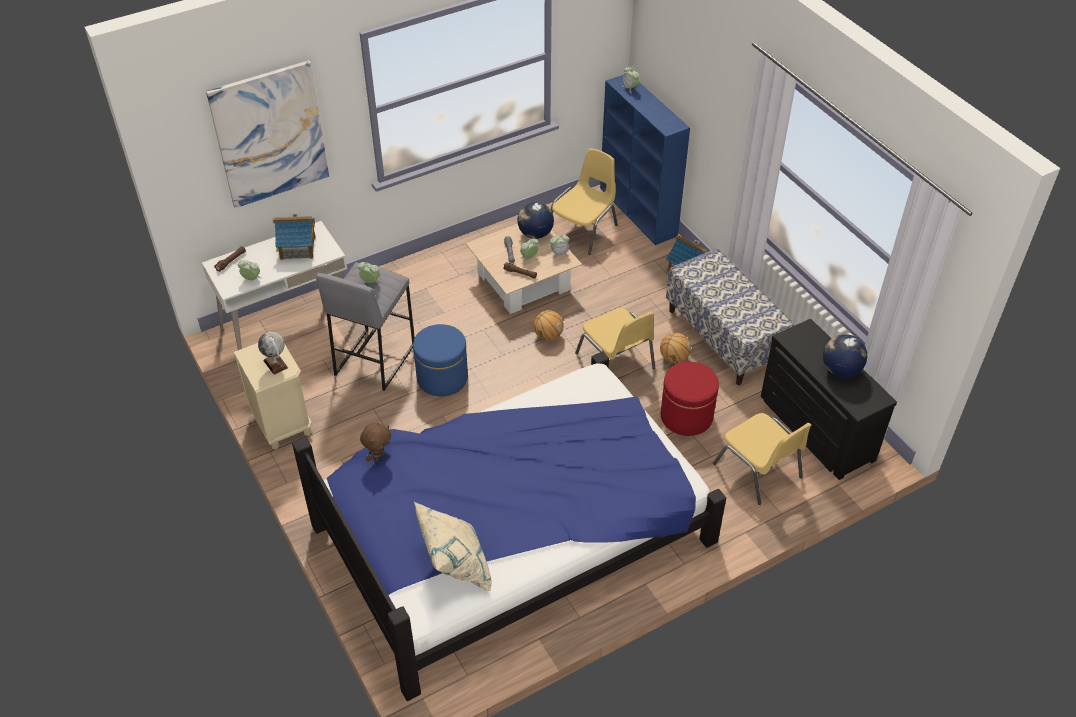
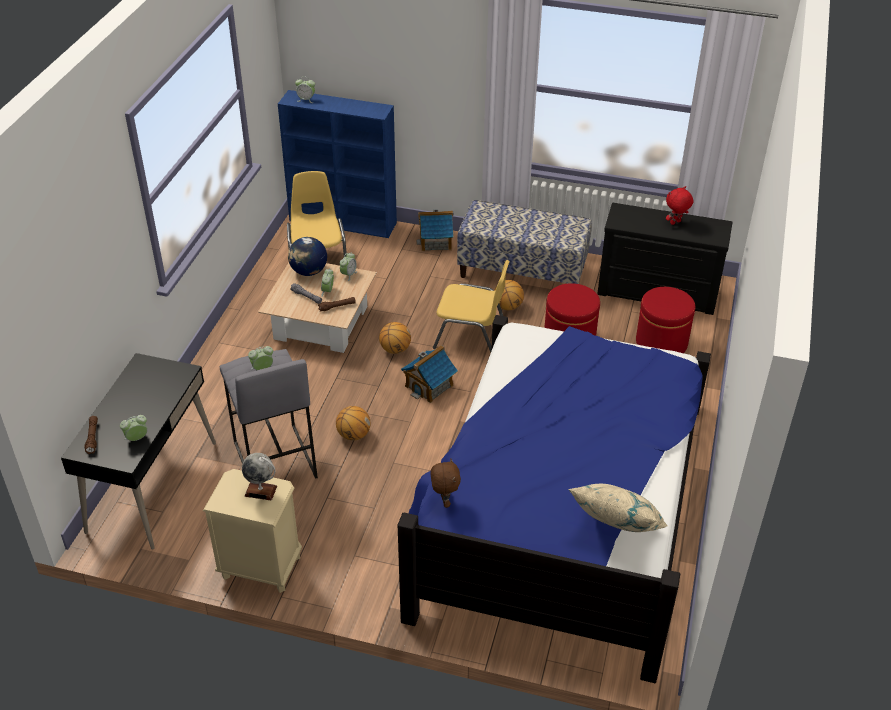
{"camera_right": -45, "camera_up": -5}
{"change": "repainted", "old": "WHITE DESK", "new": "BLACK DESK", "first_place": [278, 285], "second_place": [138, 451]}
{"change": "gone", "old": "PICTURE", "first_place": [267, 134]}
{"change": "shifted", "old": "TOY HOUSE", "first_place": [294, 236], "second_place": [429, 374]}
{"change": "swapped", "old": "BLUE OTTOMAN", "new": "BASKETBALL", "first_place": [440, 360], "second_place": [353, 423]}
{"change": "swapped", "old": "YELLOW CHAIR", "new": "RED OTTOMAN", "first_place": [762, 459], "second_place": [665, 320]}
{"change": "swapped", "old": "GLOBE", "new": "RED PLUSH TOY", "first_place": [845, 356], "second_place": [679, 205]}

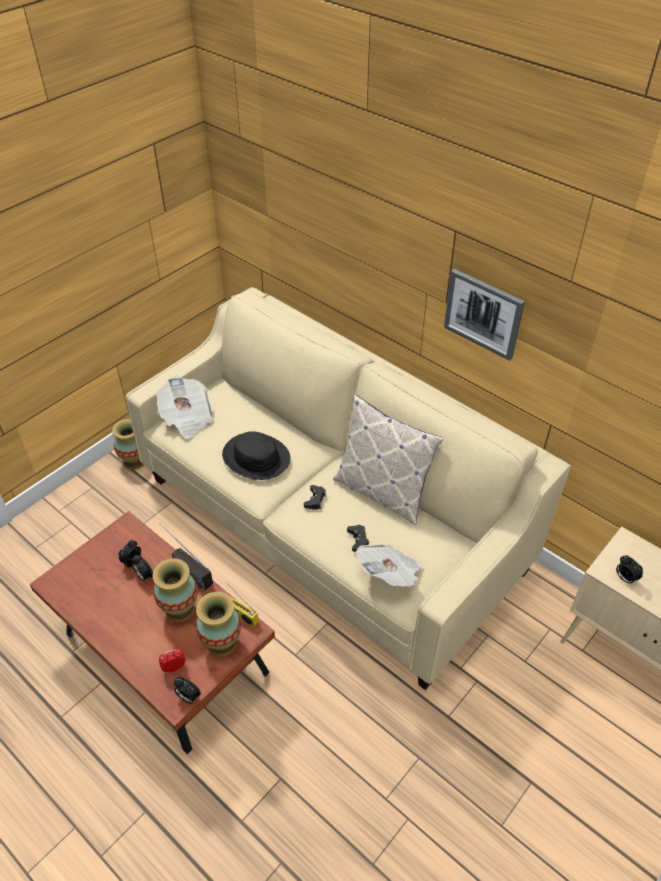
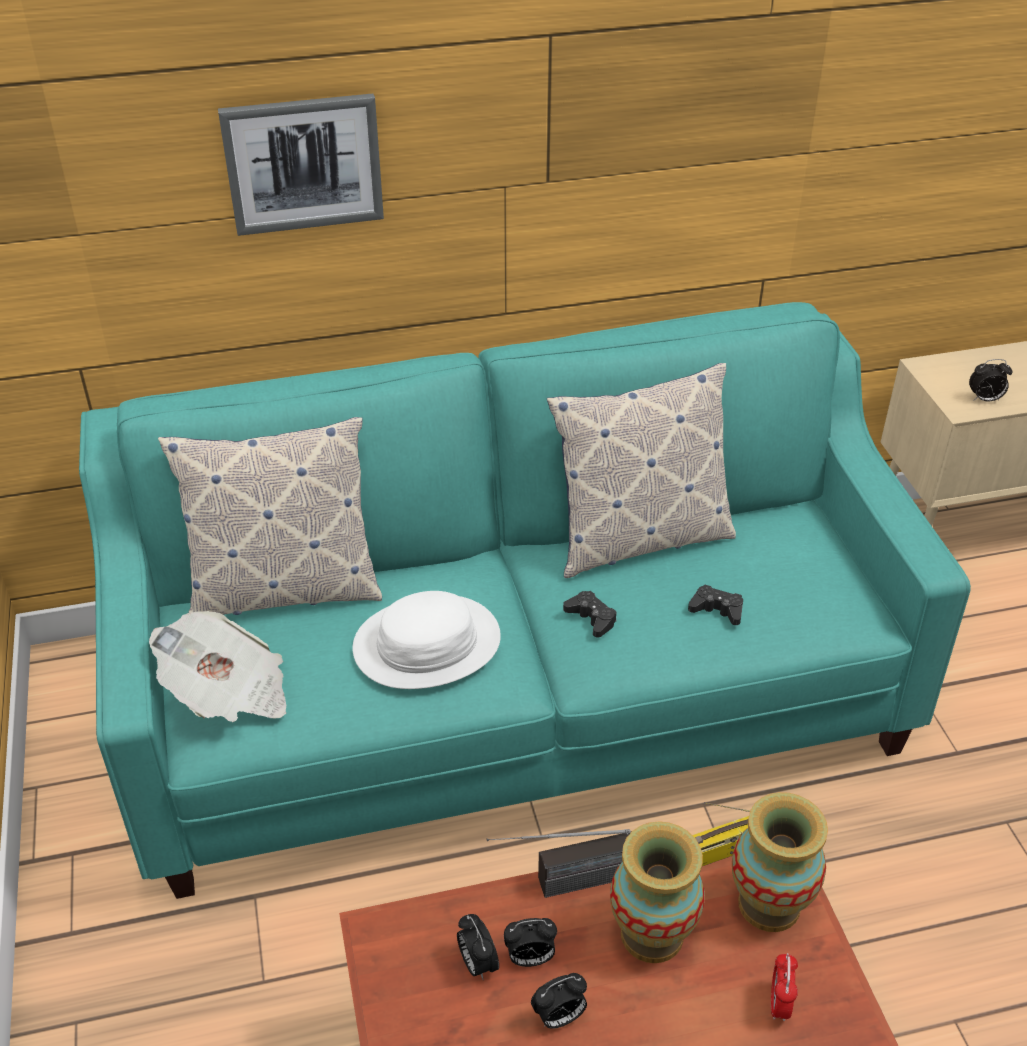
{"camera_right": -55, "camera_up": -5}
{"change": "gone", "old": "VASE", "first_place": [127, 444]}
{"change": "repainted", "old": "BEIGE SOFA", "new": "TURQUOISE SOFA", "first_place": [348, 488], "second_place": [525, 600]}
{"change": "shifted", "old": "ALARM CLOCK", "first_place": [187, 690], "second_place": [559, 1001]}
{"change": "repainted", "old": "BLACK HAT", "new": "WHITE HAT", "first_place": [256, 455], "second_place": [426, 640]}
{"change": "gone", "old": "NEWSPAPER", "first_place": [389, 565]}
{"change": "shifted", "old": "PICTURE", "first_place": [484, 315], "second_place": [301, 165]}
{"change": "new", "new": "PILLOW", "second_place": [270, 516]}

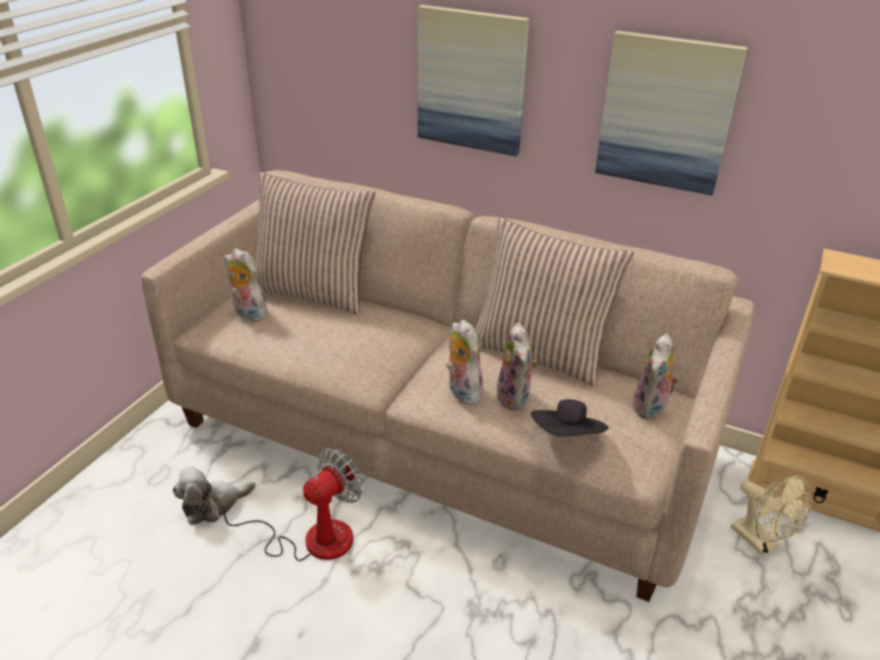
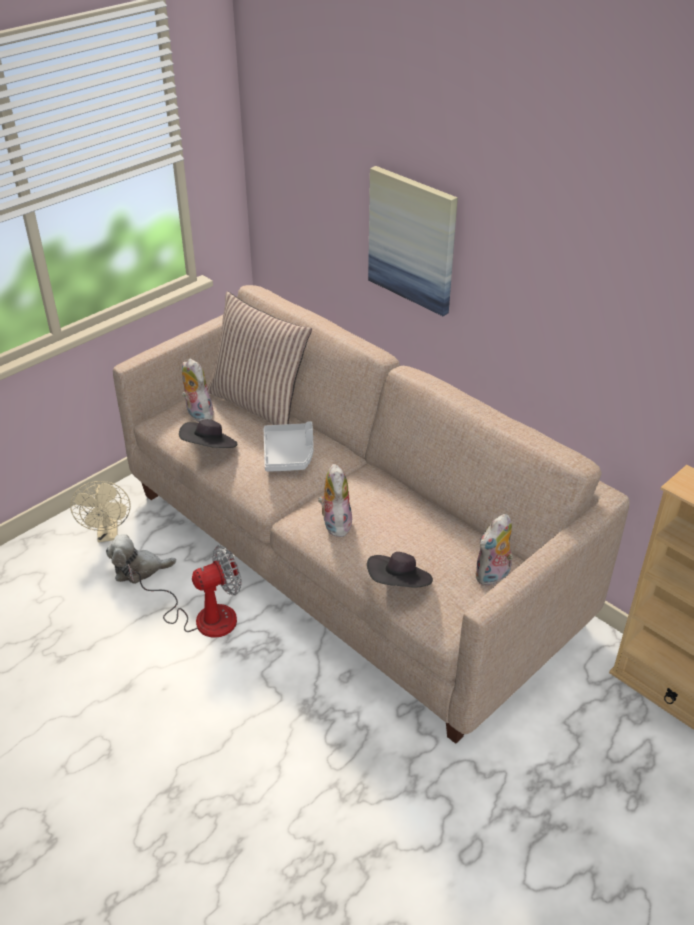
{"camera_right": 20, "camera_up": 5}
{"change": "gone", "old": "PILLOW", "first_place": [555, 302]}
{"change": "gone", "old": "PLUSH TOY", "first_place": [516, 366]}
{"change": "gone", "old": "PICTURE", "first_place": [671, 113]}
{"change": "shifted", "old": "BEIGE FAN", "first_place": [771, 516], "second_place": [100, 511]}
{"change": "new", "new": "BLACK HAT", "second_place": [208, 433]}
{"change": "new", "new": "GREY TRAY", "second_place": [289, 446]}

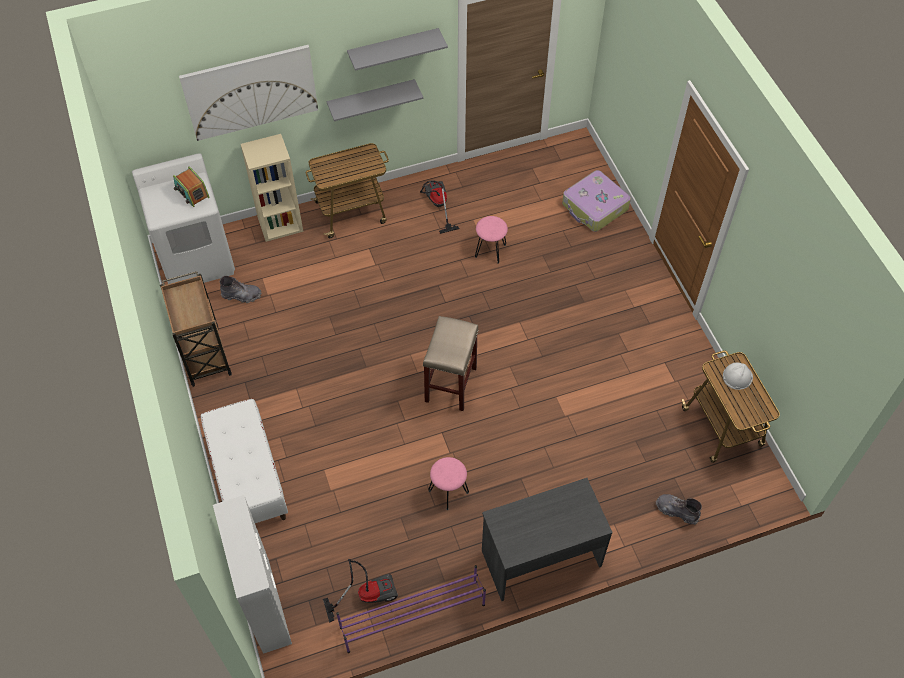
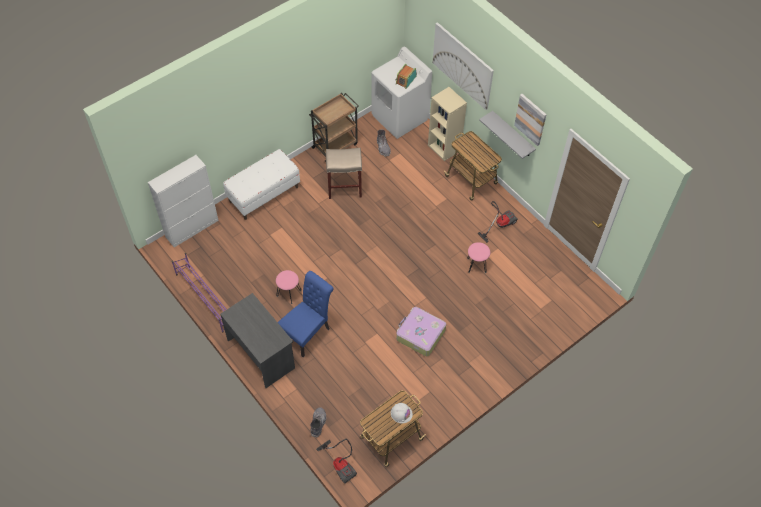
{"camera_right": 70, "camera_up": 0}
{"change": "shifted", "old": "VACUUM CLEANER", "first_place": [360, 591], "second_place": [336, 461]}
{"change": "swapped", "old": "GREY SHELF", "new": "PICTURE", "first_place": [397, 49], "second_place": [530, 120]}
{"change": "shifted", "old": "BEIGE STOOL", "first_place": [451, 363], "second_place": [344, 173]}
{"change": "shifted", "old": "SUITCASE", "first_place": [596, 201], "second_place": [421, 331]}
{"change": "new", "new": "BLUE CHAIR", "second_place": [306, 314]}

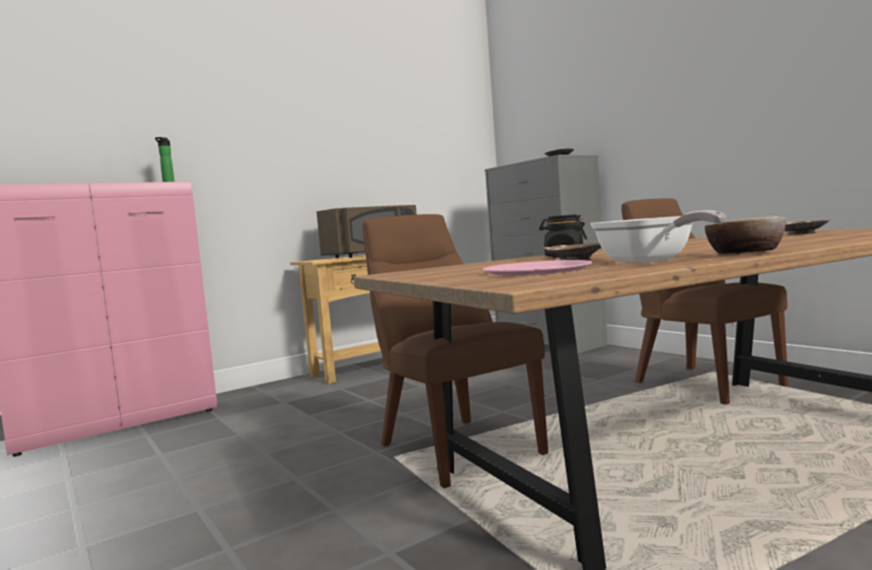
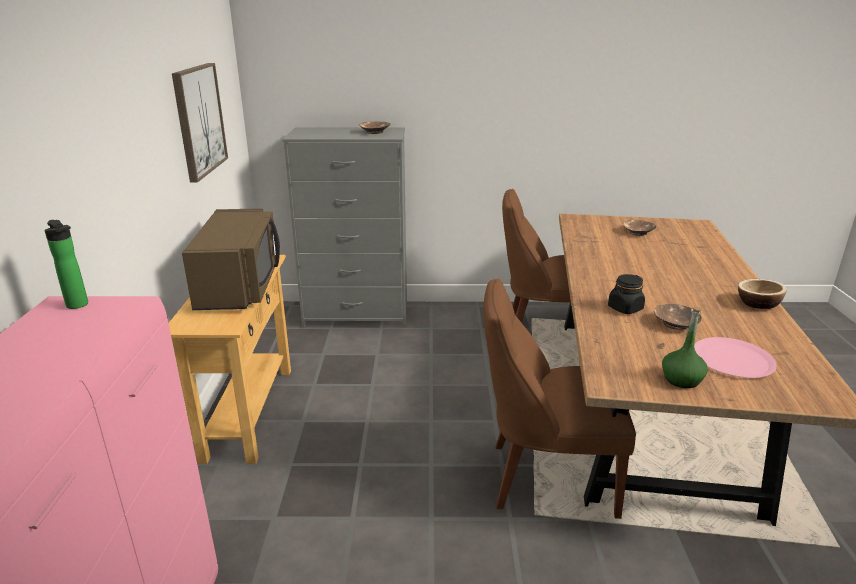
{"camera_right": -55, "camera_up": 20}
{"change": "gone", "old": "FRYING PAN", "first_place": [658, 236]}
{"change": "new", "new": "PICTURE", "second_place": [200, 122]}
{"change": "new", "new": "GREEN BOTTLE", "second_place": [685, 347]}

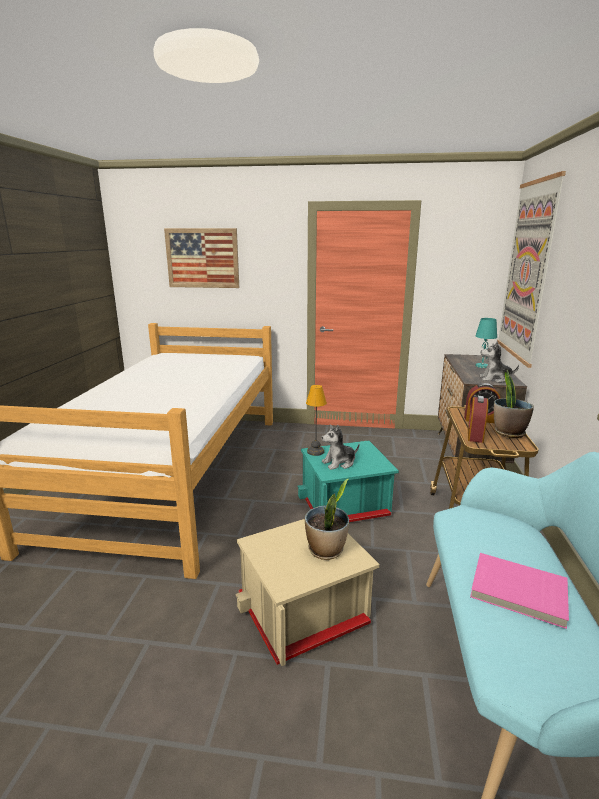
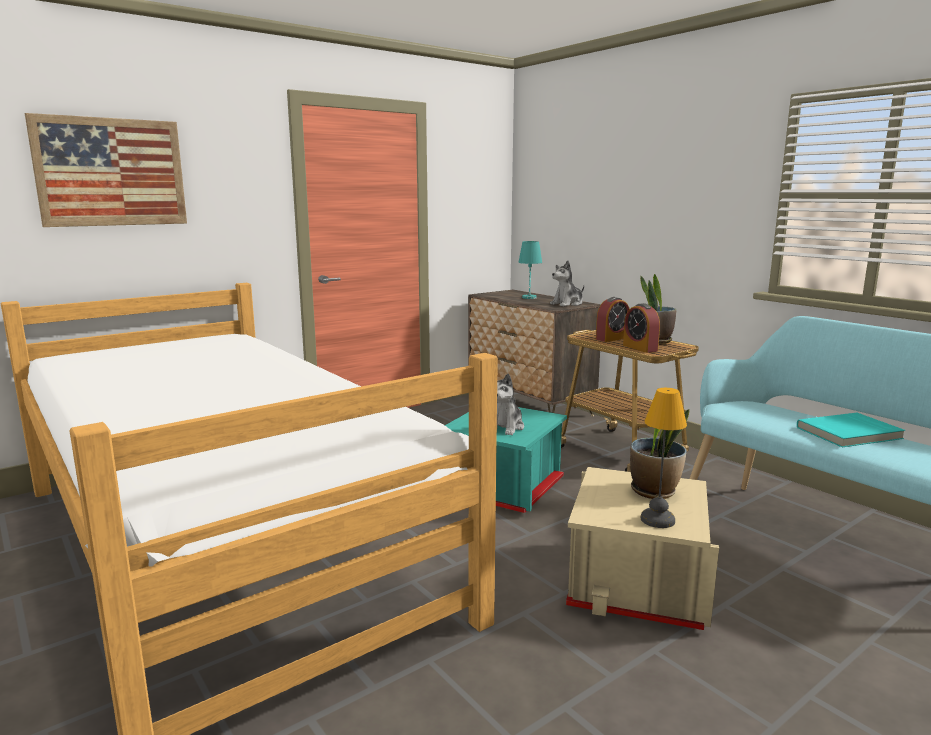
{"camera_right": -45, "camera_up": -5}
{"change": "shifted", "old": "TABLE LAMP", "first_place": [316, 420], "second_place": [664, 458]}
{"change": "repainted", "old": "PINK BOOK", "new": "TURQUOISE BOOK", "first_place": [519, 591], "second_place": [851, 430]}
{"change": "gone", "old": "PICTURE", "first_place": [531, 269]}

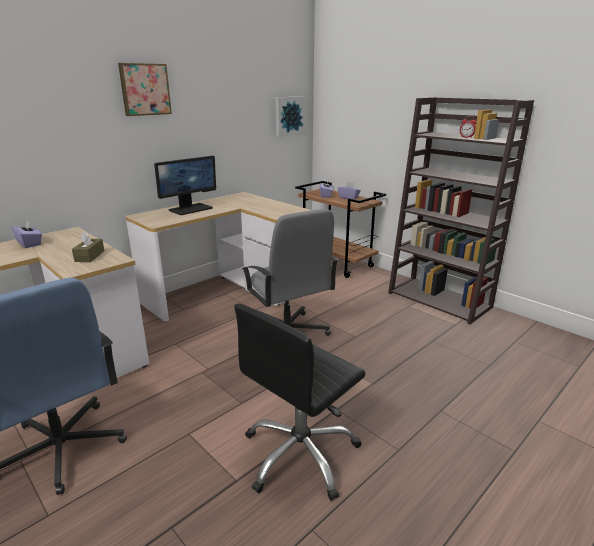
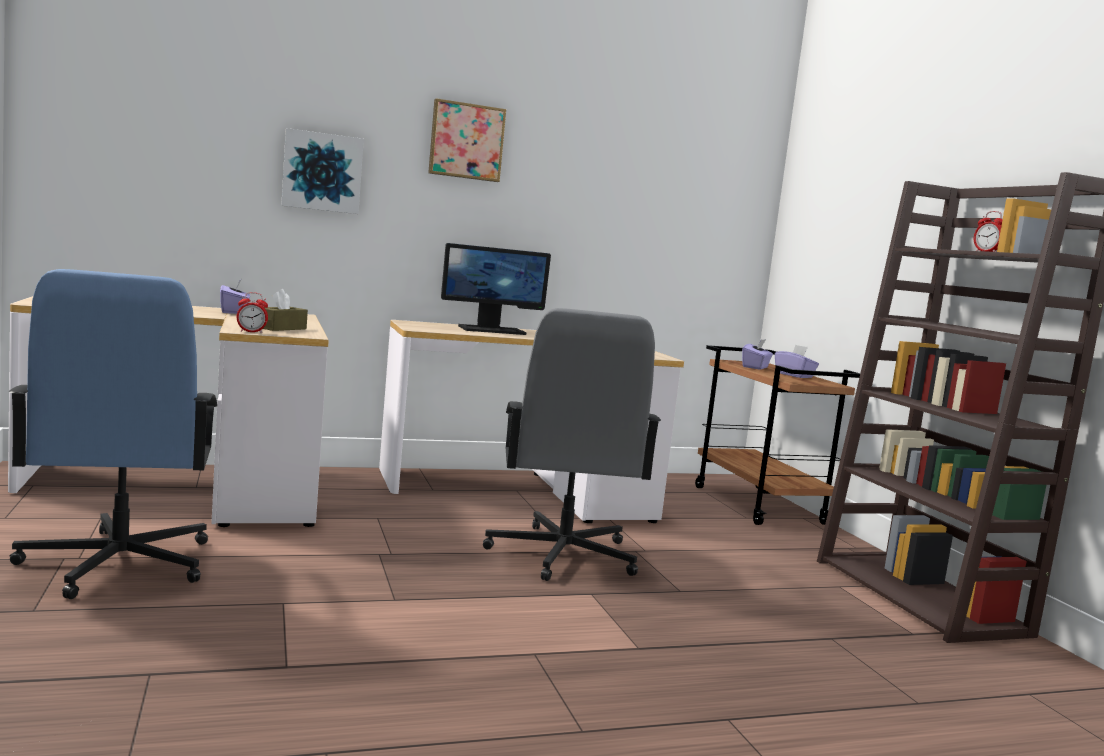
{"camera_right": 25, "camera_up": -15}
{"change": "gone", "old": "BLACK OFFICE CHAIR", "first_place": [299, 402]}
{"change": "shifted", "old": "PICTURE", "first_place": [290, 116], "second_place": [322, 171]}
{"change": "new", "new": "ALARM CLOCK", "second_place": [252, 312]}

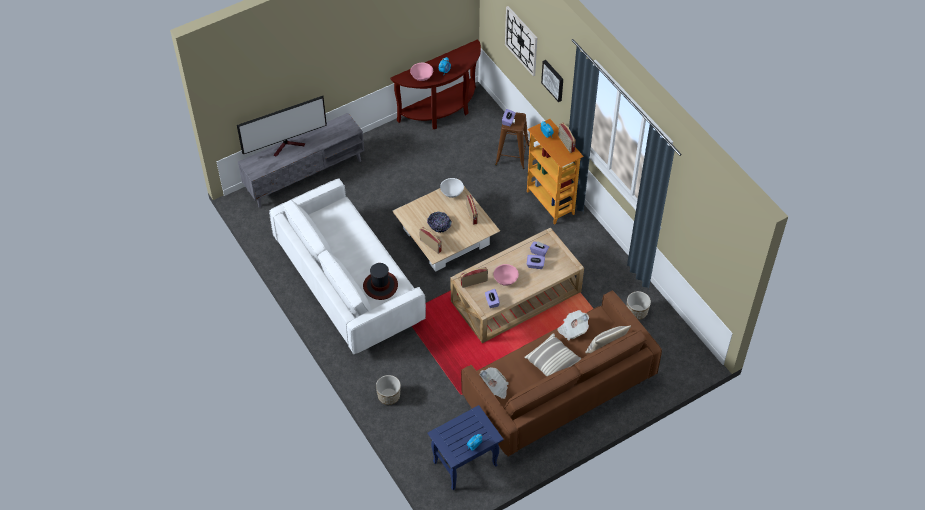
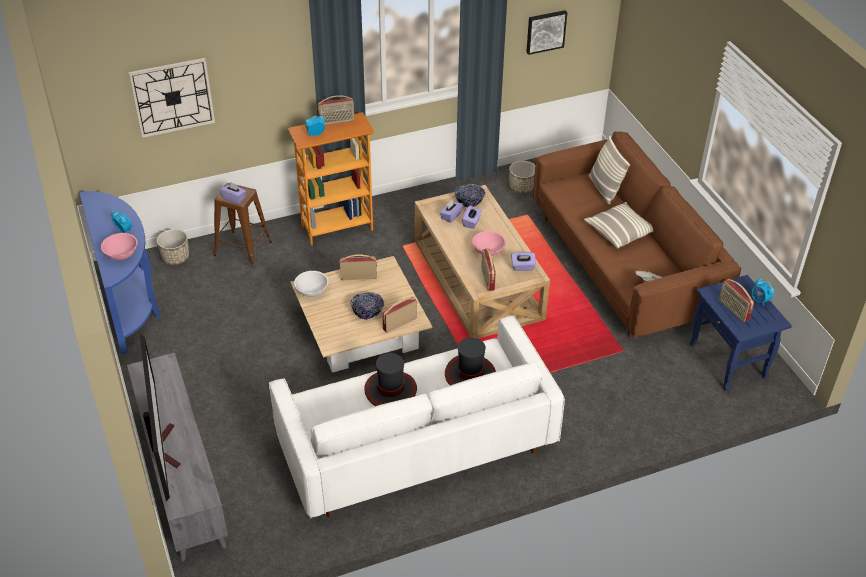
{"camera_right": -80, "camera_up": -10}
{"change": "shifted", "old": "PLANTER", "first_place": [388, 390], "second_place": [173, 247]}
{"change": "repainted", "old": "BROWN CONSOLE TABLE", "new": "BLUE CONSOLE TABLE", "first_place": [435, 84], "second_place": [119, 273]}
{"change": "shifted", "old": "PICTURE", "first_place": [552, 81], "second_place": [546, 32]}
{"change": "gone", "old": "NEWSPAPER", "first_place": [573, 325]}
{"change": "new", "new": "HAT", "second_place": [390, 379]}
{"change": "new", "new": "BOWL", "second_place": [470, 195]}
{"change": "new", "new": "RADIO", "second_place": [736, 300]}

